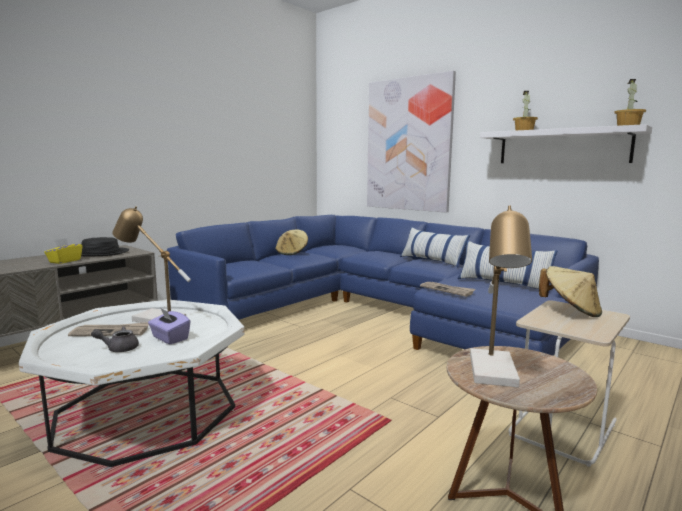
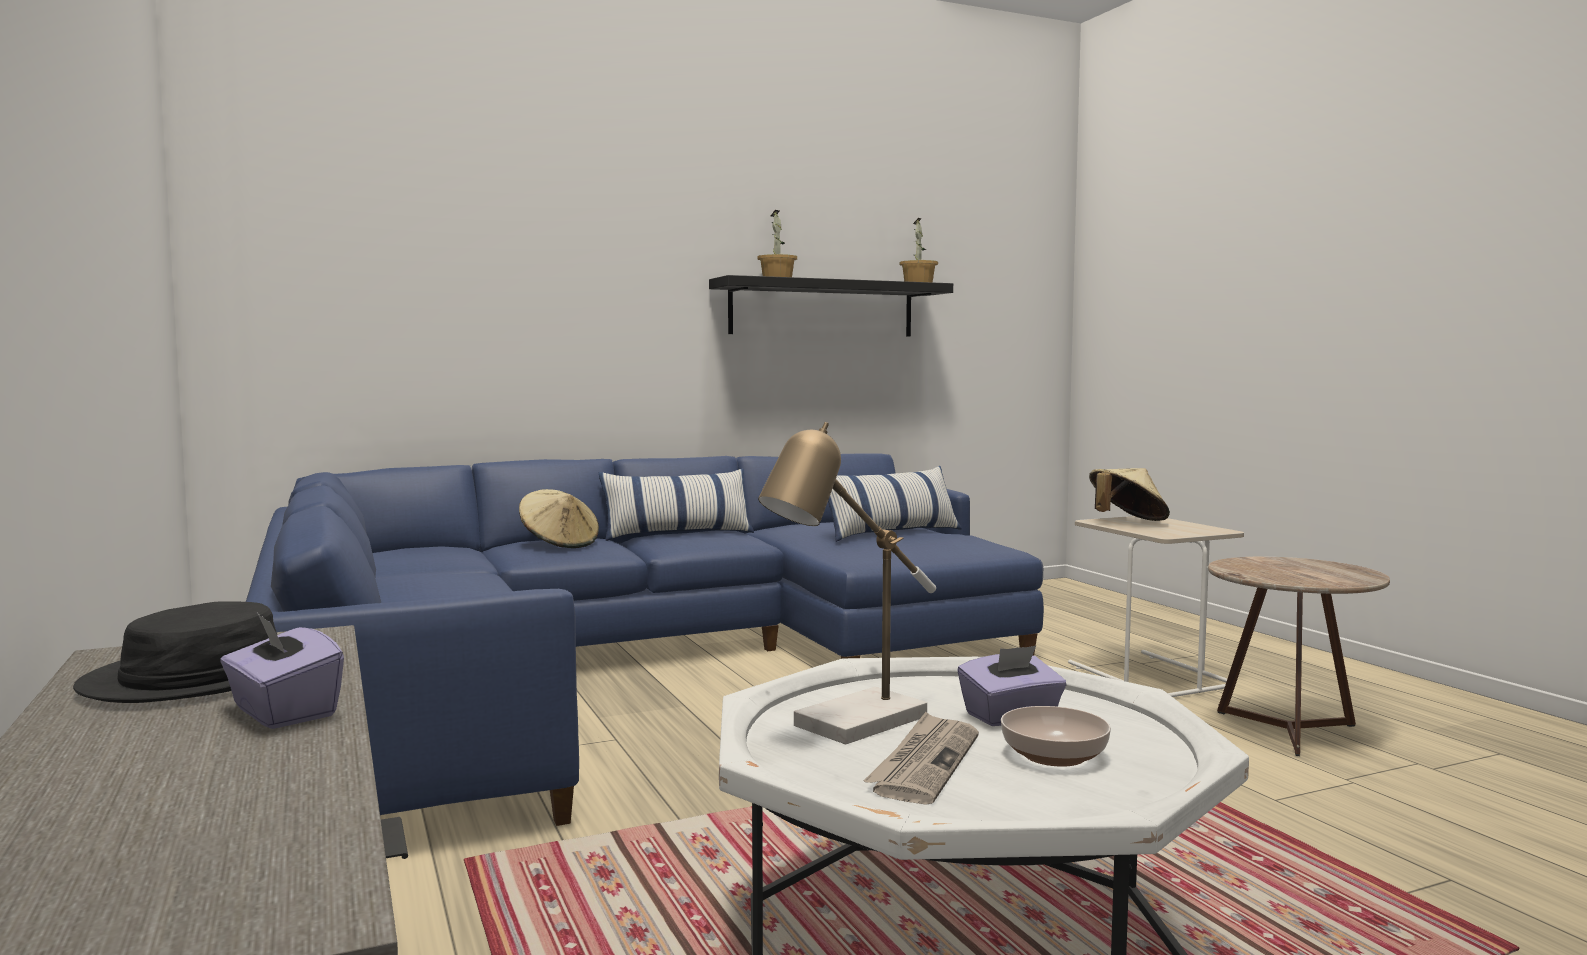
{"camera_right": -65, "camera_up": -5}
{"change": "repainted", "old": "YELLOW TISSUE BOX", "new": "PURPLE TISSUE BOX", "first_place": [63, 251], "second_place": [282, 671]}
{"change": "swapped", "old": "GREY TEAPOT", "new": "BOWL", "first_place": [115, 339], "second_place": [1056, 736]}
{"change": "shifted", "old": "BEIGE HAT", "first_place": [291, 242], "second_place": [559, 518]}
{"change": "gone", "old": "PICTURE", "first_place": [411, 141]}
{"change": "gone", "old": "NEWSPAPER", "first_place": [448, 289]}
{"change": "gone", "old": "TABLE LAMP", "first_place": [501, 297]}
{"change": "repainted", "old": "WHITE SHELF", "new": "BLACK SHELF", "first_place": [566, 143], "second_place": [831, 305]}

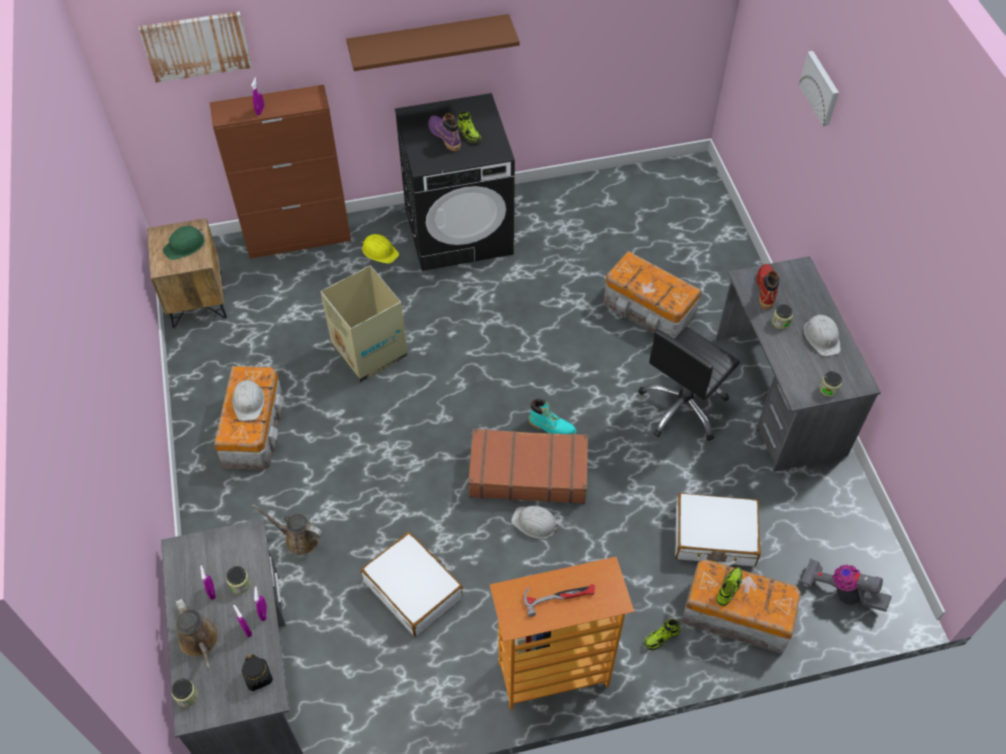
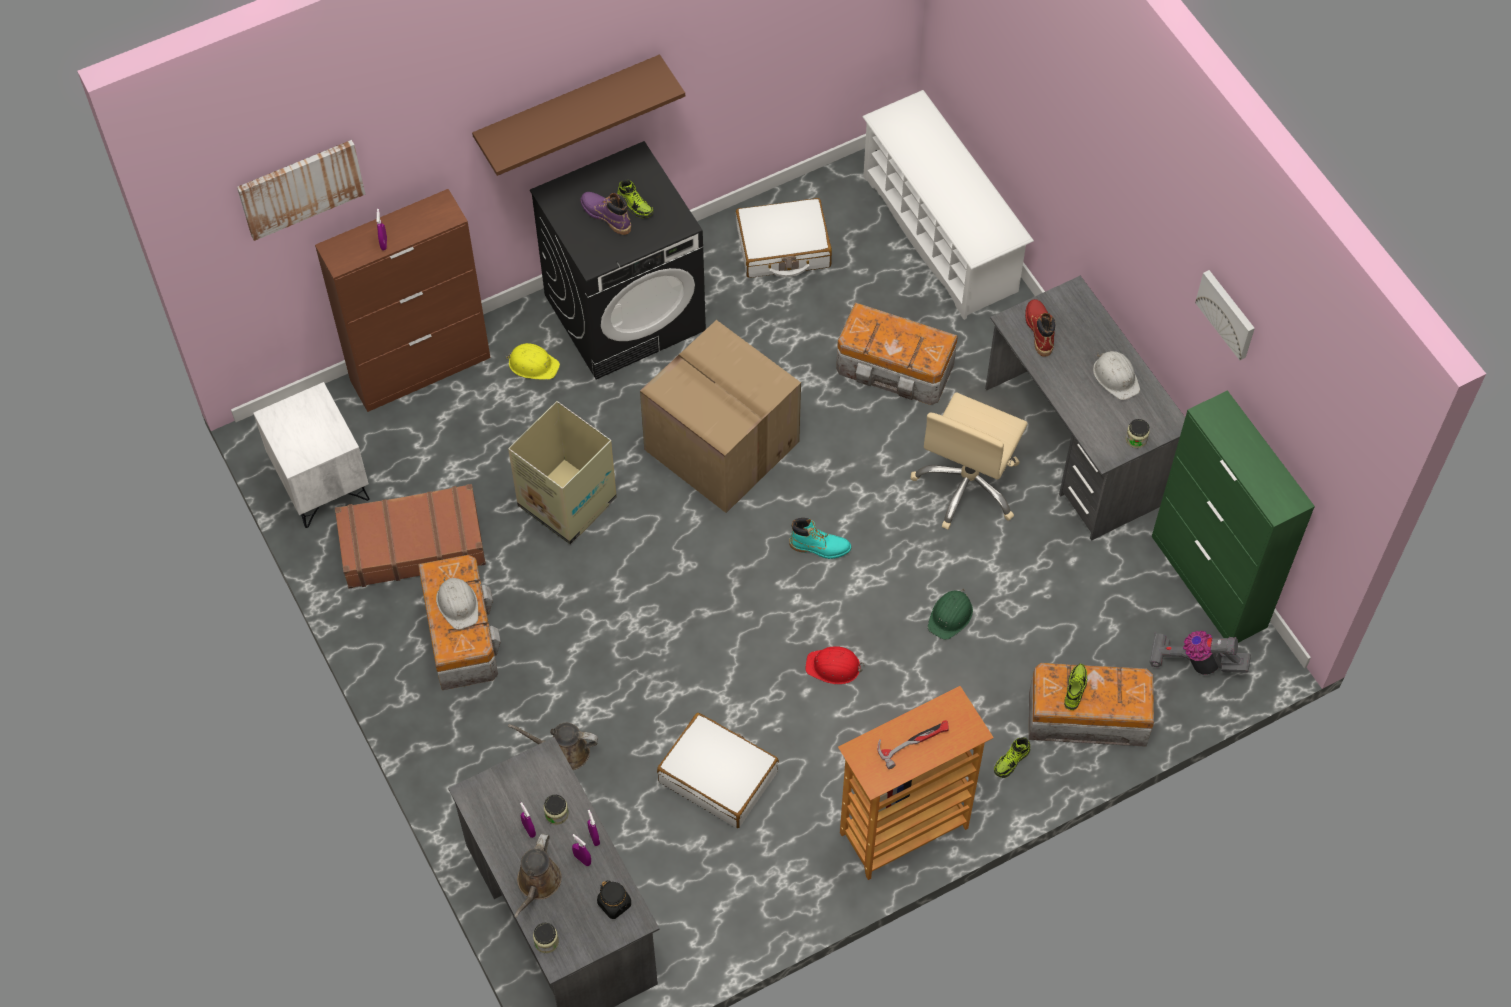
{"camera_right": -15, "camera_up": 5}
{"change": "repainted", "old": "BROWN NIGHTSTAND", "new": "WHITE NIGHTSTAND", "first_place": [187, 273], "second_place": [311, 455]}
{"change": "shifted", "old": "GREEN HARD HAT", "first_place": [184, 243], "second_place": [950, 614]}
{"change": "rotated", "old": "BROWN WATERING CAN", "first_place": [197, 633], "second_place": [538, 875], "degrees": 60}
{"change": "shifted", "old": "BROWN SUITCASE", "first_place": [528, 466], "second_place": [410, 536]}
{"change": "repainted", "old": "WHITE HARD HAT", "new": "RED HARD HAT", "first_place": [535, 522], "second_place": [835, 665]}
{"change": "repainted", "old": "BLACK OFFICE CHAIR", "new": "BEIGE OFFICE CHAIR", "first_place": [689, 384], "second_place": [969, 461]}
{"change": "shifted", "old": "WHITE SUITCASE", "first_place": [718, 530], "second_place": [784, 238]}
{"change": "gone", "old": "JAR", "first_place": [782, 316]}
{"change": "shifted", "old": "PICTURE", "first_place": [819, 88], "second_place": [1225, 315]}
{"change": "new", "new": "CARDBOARD BOX", "second_place": [720, 416]}
{"change": "new", "new": "WHITE SHOE RACK", "second_place": [948, 205]}
{"change": "new", "new": "GREEN CABINET", "second_place": [1233, 516]}

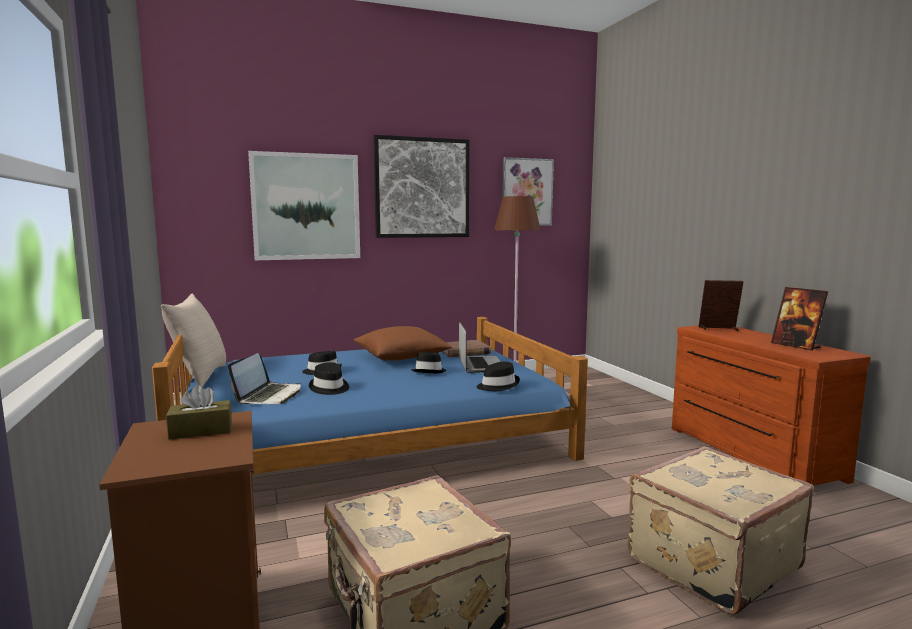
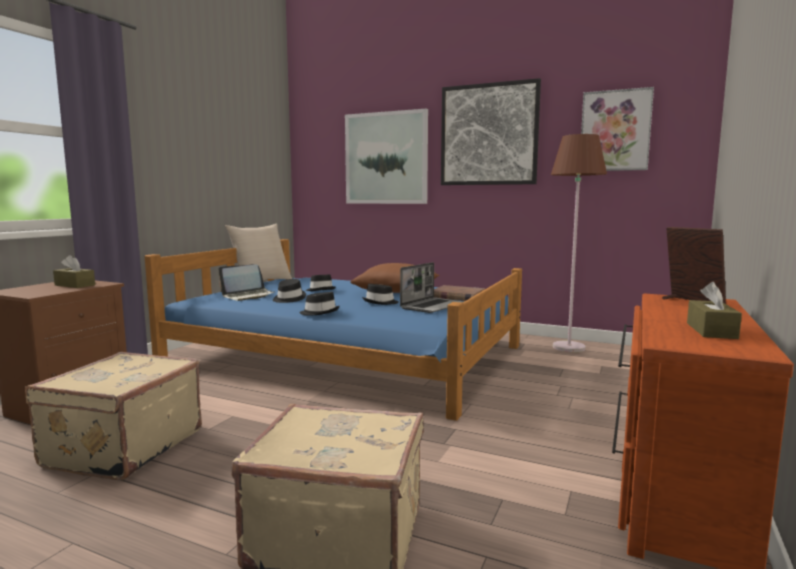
{"camera_right": 45, "camera_up": 0}
{"change": "shifted", "old": "BLACK HAT", "first_place": [498, 376], "second_place": [319, 303]}
{"change": "swapped", "old": "PICTURE FRAME", "new": "BROWN TISSUE BOX", "first_place": [799, 319], "second_place": [714, 310]}

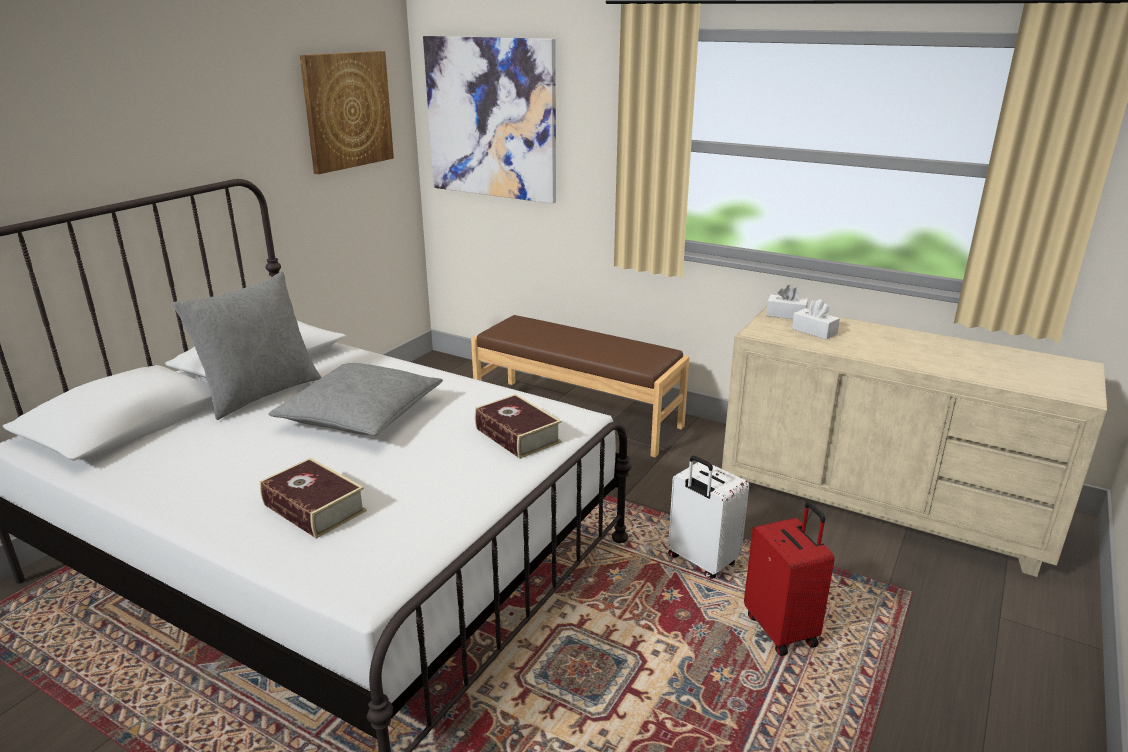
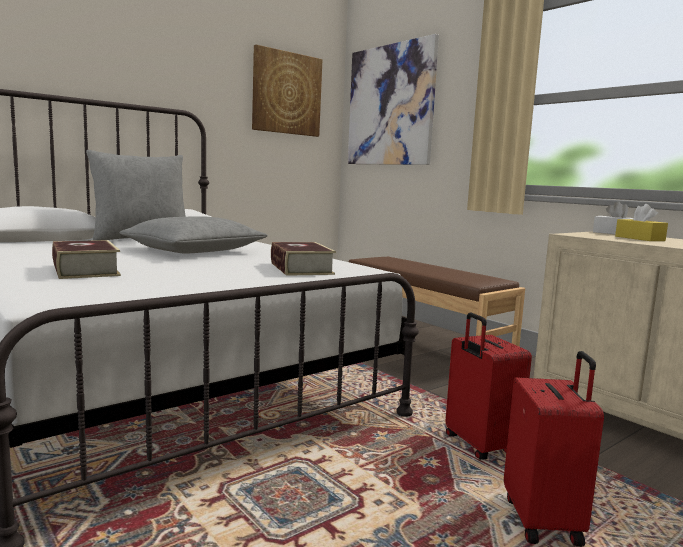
{"camera_right": 20, "camera_up": -15}
{"change": "repainted", "old": "WHITE SUITCASE", "new": "RED SUITCASE", "first_place": [708, 517], "second_place": [489, 386]}
{"change": "repainted", "old": "WHITE TISSUE BOX", "new": "YELLOW TISSUE BOX", "first_place": [816, 319], "second_place": [641, 222]}

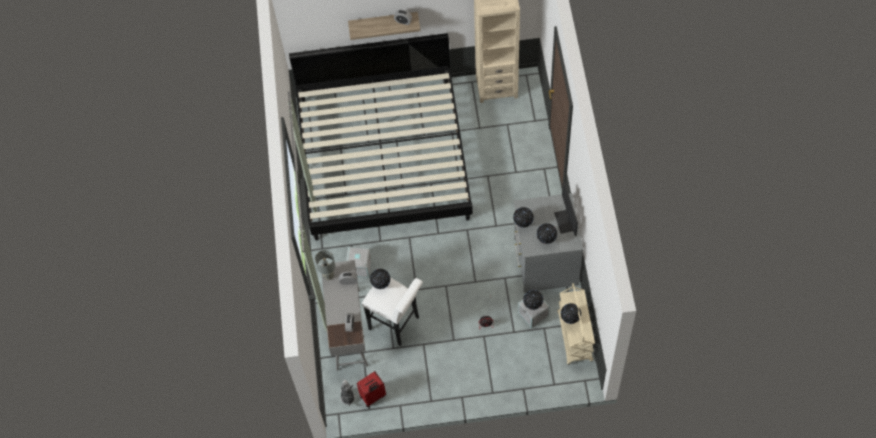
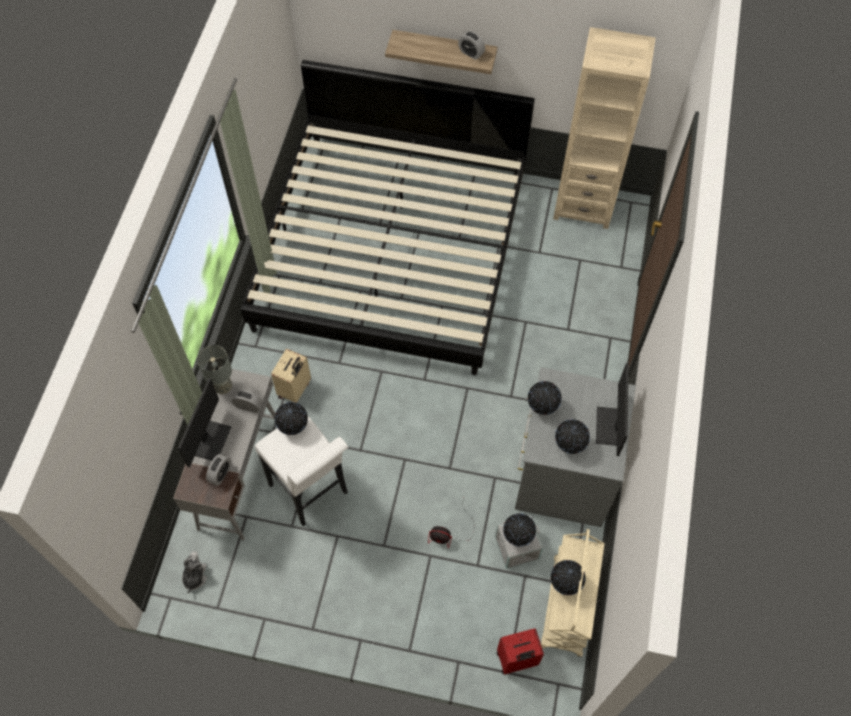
{"camera_right": 15, "camera_up": 0}
{"change": "swapped", "old": "GREY STORAGE BOX", "new": "BEIGE SUITCASE", "first_place": [359, 261], "second_place": [291, 376]}
{"change": "shifted", "old": "RED SUITCASE", "first_place": [371, 389], "second_place": [520, 651]}
{"change": "new", "new": "MONITOR", "second_place": [204, 422]}

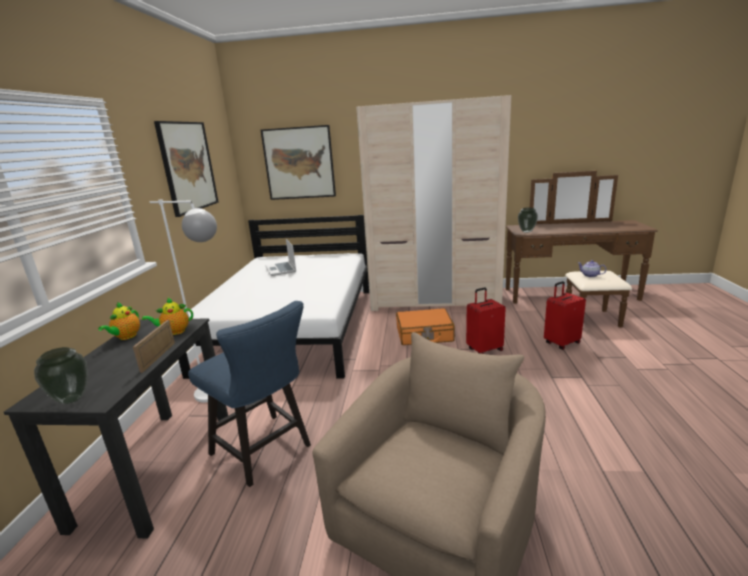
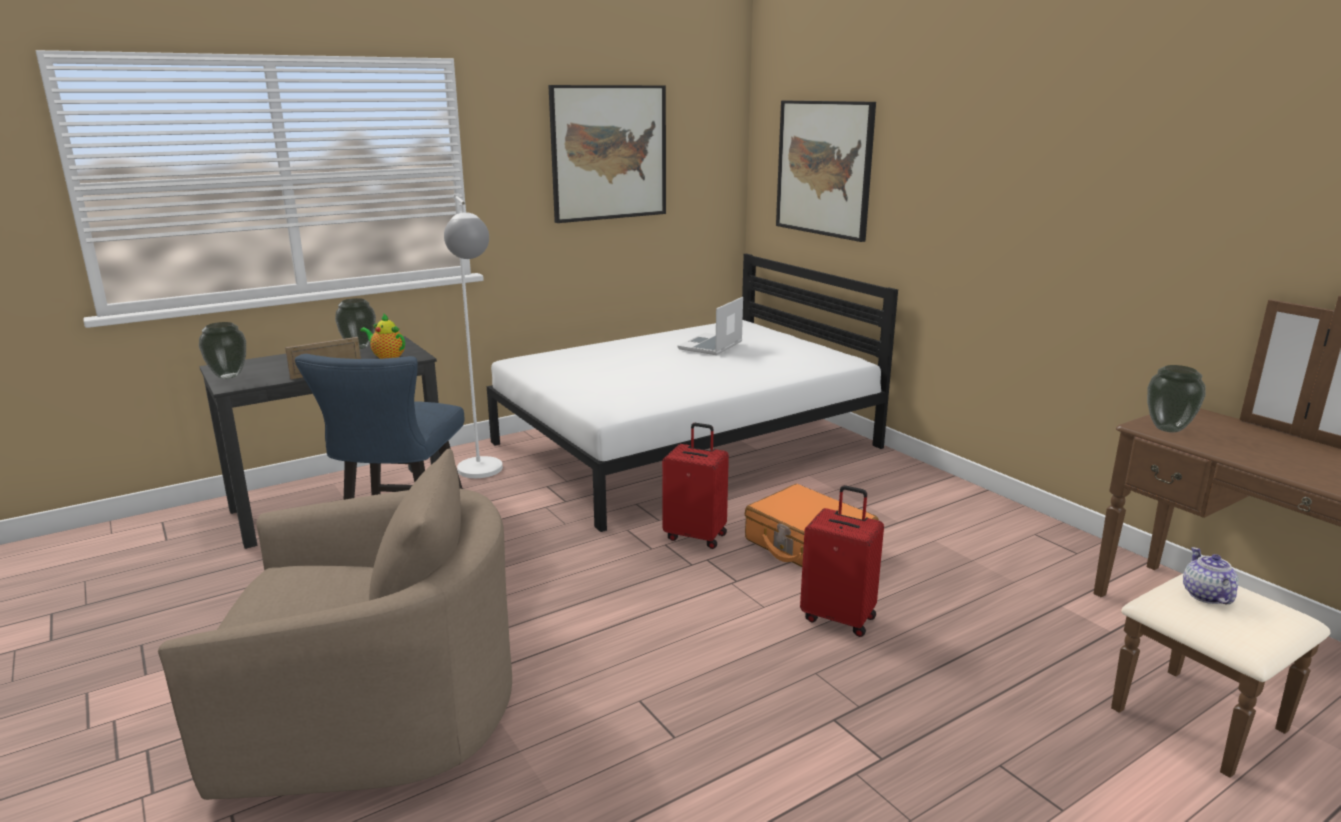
{"camera_right": 50, "camera_up": 0}
{"change": "swapped", "old": "TEAPOT", "new": "VASE", "first_place": [119, 321], "second_place": [355, 323]}
{"change": "gone", "old": "BEIGE WARDROBE", "first_place": [433, 203]}
{"change": "shifted", "old": "RED SUITCASE", "first_place": [565, 315], "second_place": [695, 486]}

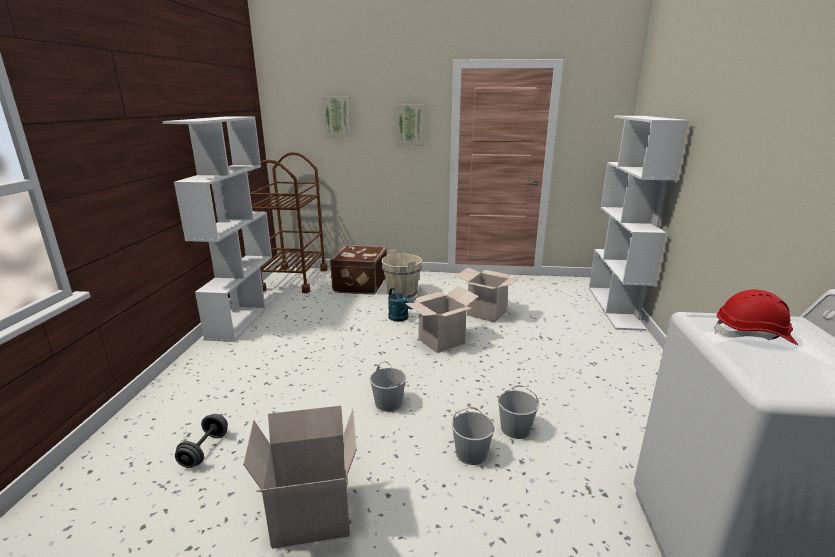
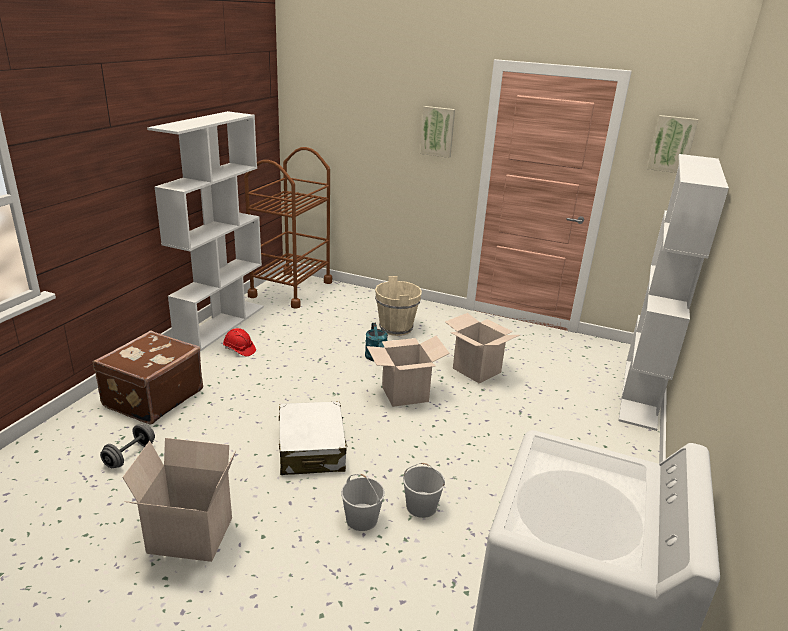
{"camera_right": 15, "camera_up": 5}
{"change": "shifted", "old": "PICTURE", "first_place": [337, 117], "second_place": [672, 144]}
{"change": "shifted", "old": "BROWN SUITCASE", "first_place": [358, 270], "second_place": [148, 377]}
{"change": "swapped", "old": "WHITE BUCKET", "new": "WHITE SUITCASE", "first_place": [387, 386], "second_place": [313, 438]}
{"change": "shifted", "old": "RED HARD HAT", "first_place": [756, 317], "second_place": [239, 342]}

